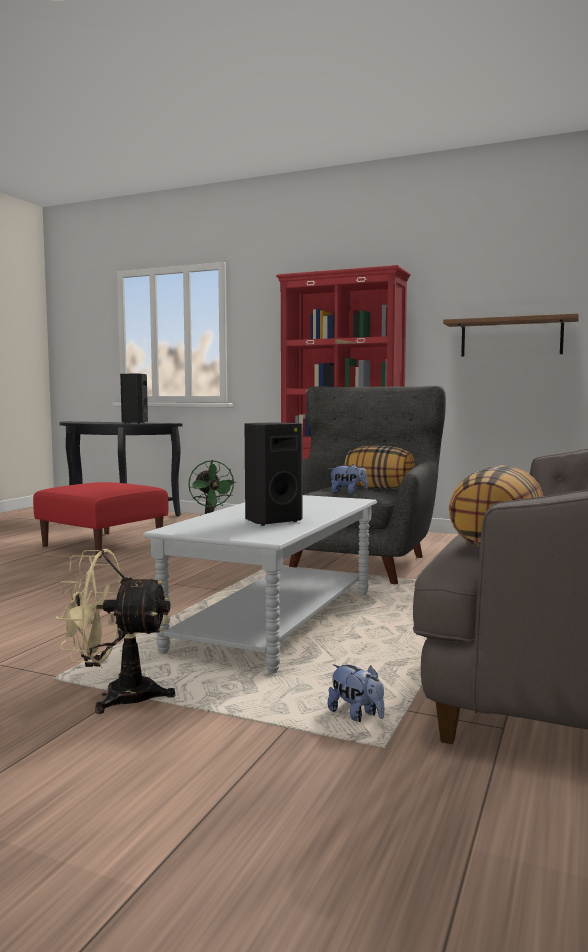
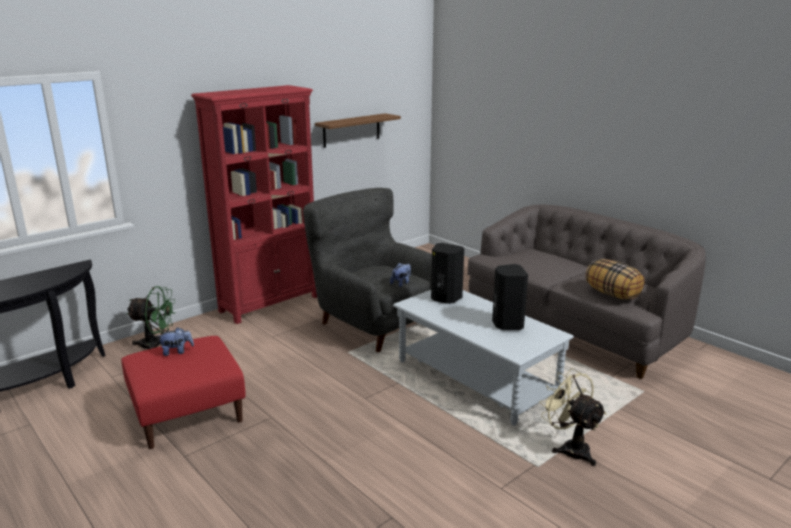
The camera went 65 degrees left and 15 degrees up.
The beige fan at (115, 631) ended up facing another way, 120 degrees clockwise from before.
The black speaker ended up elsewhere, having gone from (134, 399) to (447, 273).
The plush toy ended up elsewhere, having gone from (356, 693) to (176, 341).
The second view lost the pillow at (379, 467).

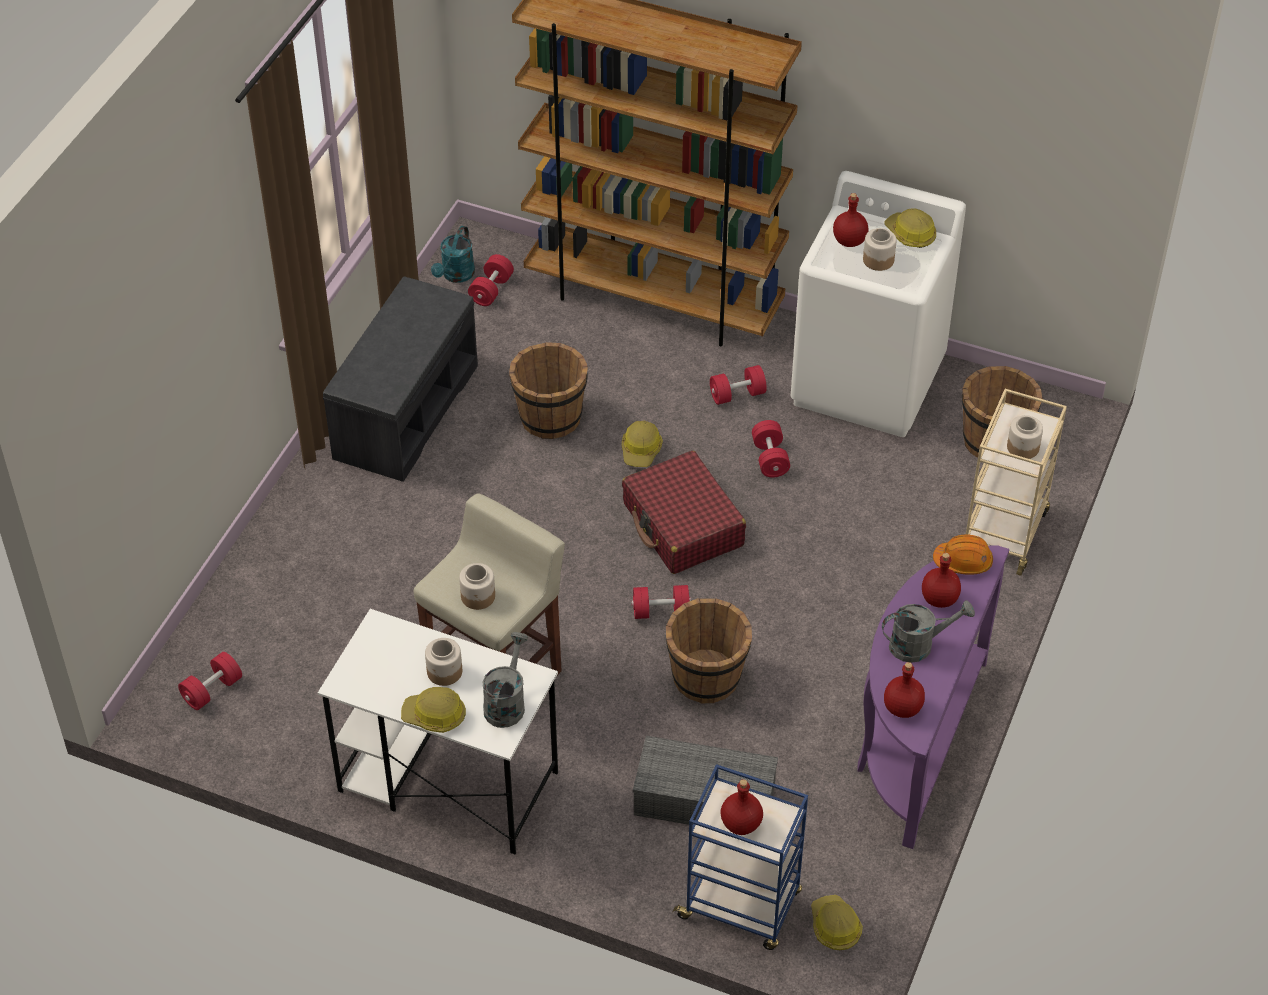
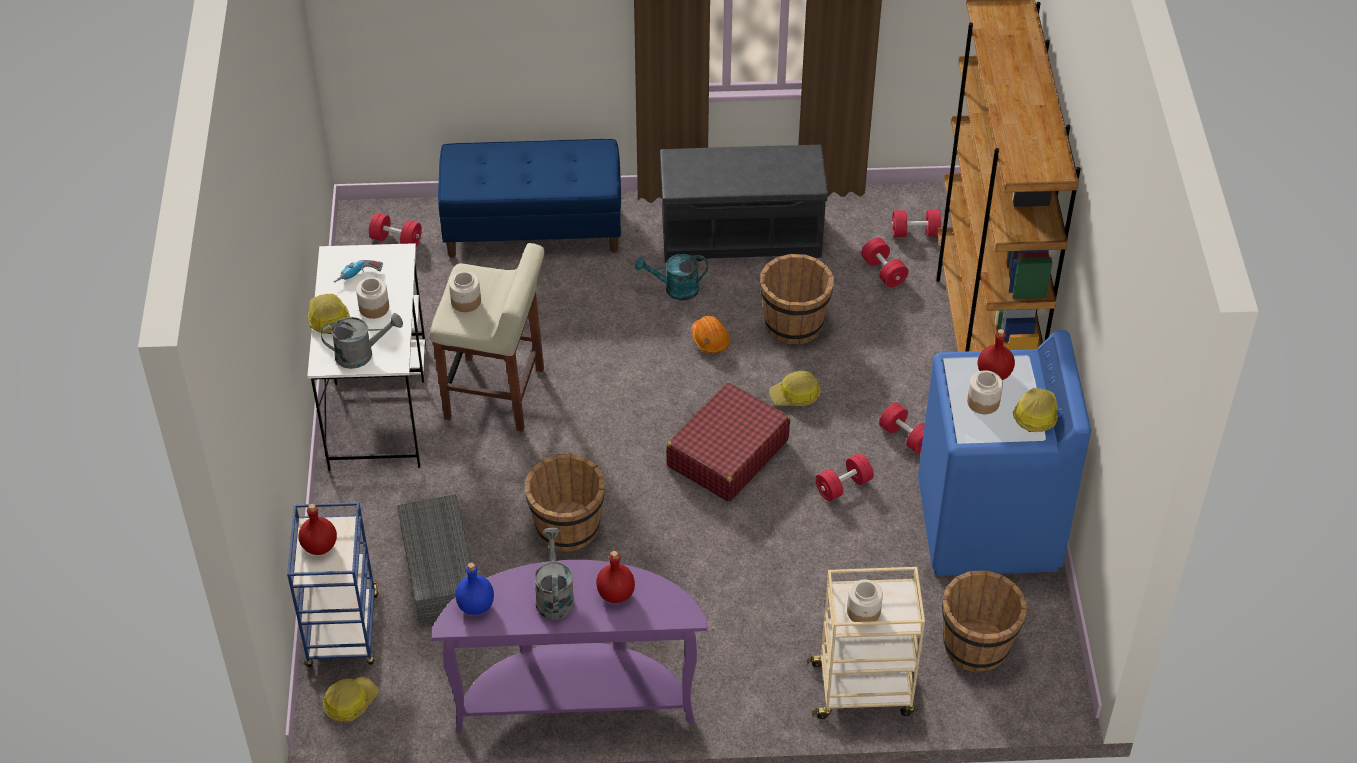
The camera went 65 degrees right and 0 degrees up.
The turquoise watering can ended up elsewhere, having gone from (453, 254) to (671, 277).
The red dumbbell ended up elsewhere, having gone from (661, 602) to (885, 263).
What was the white washing machine at (878, 304) turned into the blue washing machine at (1004, 453).
The grey watering can at (928, 631) ended up facing another way, 150 degrees counterclockwise from before.
What was the red bottle at (904, 690) turned into the blue bottle at (474, 588).
The orange hard hat ended up elsewhere, having gone from (963, 555) to (710, 335).
The second view gained the power drill at (358, 271).
The second view gained the blue bench at (529, 198).

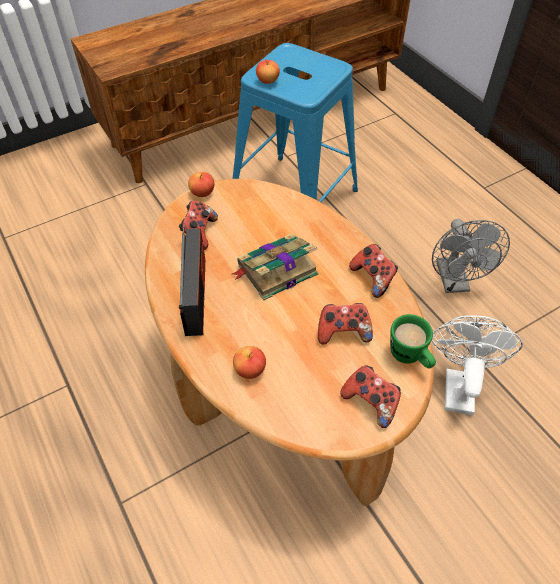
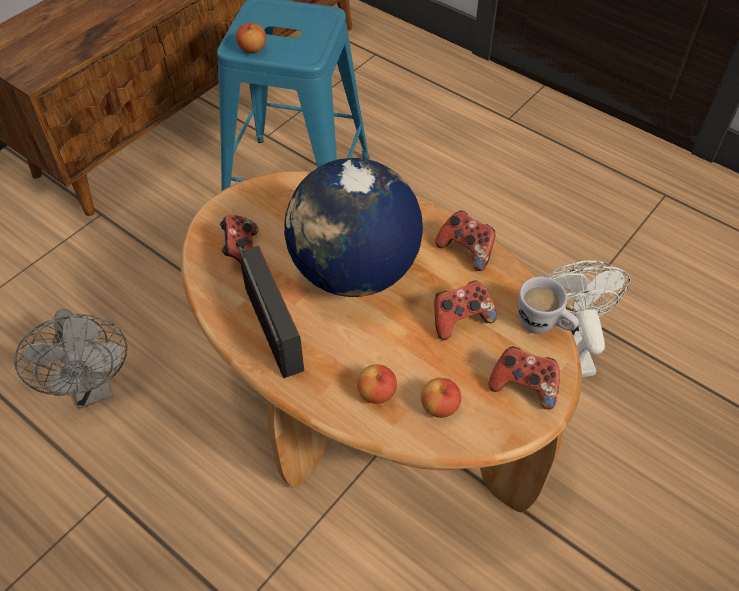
The camera went 20 degrees left and 0 degrees up.
The apple ended up elsewhere, having gone from (201, 184) to (441, 398).
Where the book stood at (275, 266), the globe came to stand at (353, 227).
What was the green mug at (413, 341) turned into the white mug at (548, 305).
The grey fan ended up elsewhere, having gone from (471, 256) to (70, 358).

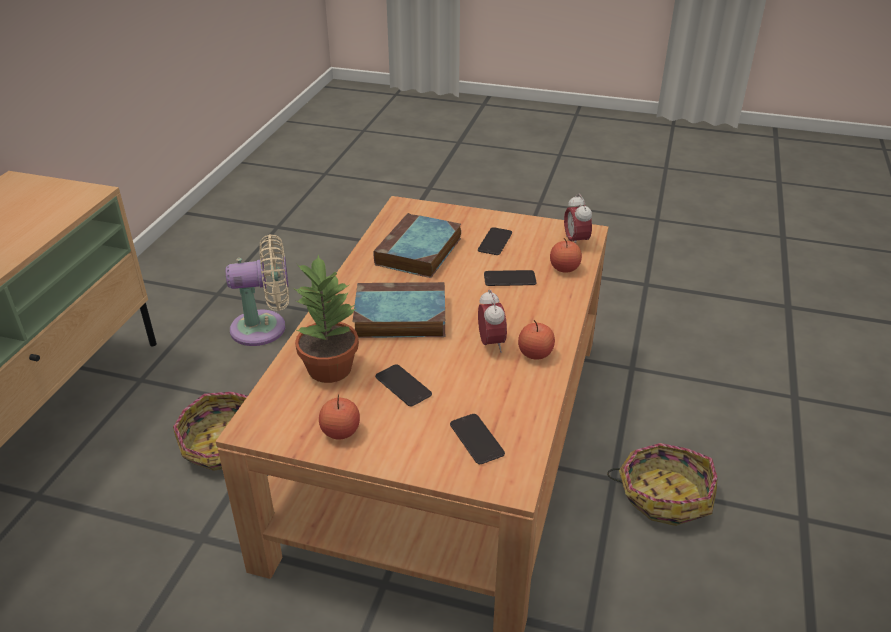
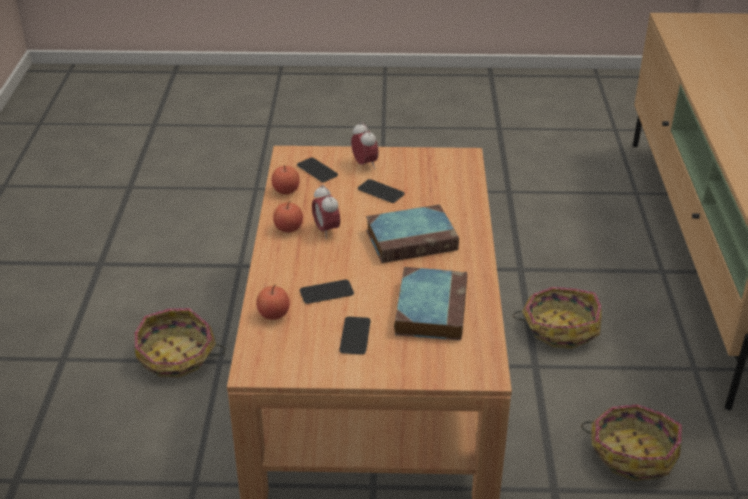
The camera went 165 degrees right and 0 degrees up.
Where the beige fan stood at (257, 290), the basket came to stand at (631, 442).
The second view lost the potted plant at (327, 319).
The apple ended up elsewhere, having gone from (339, 417) to (285, 179).
The alarm clock ended up elsewhere, having gone from (578, 219) to (365, 145).

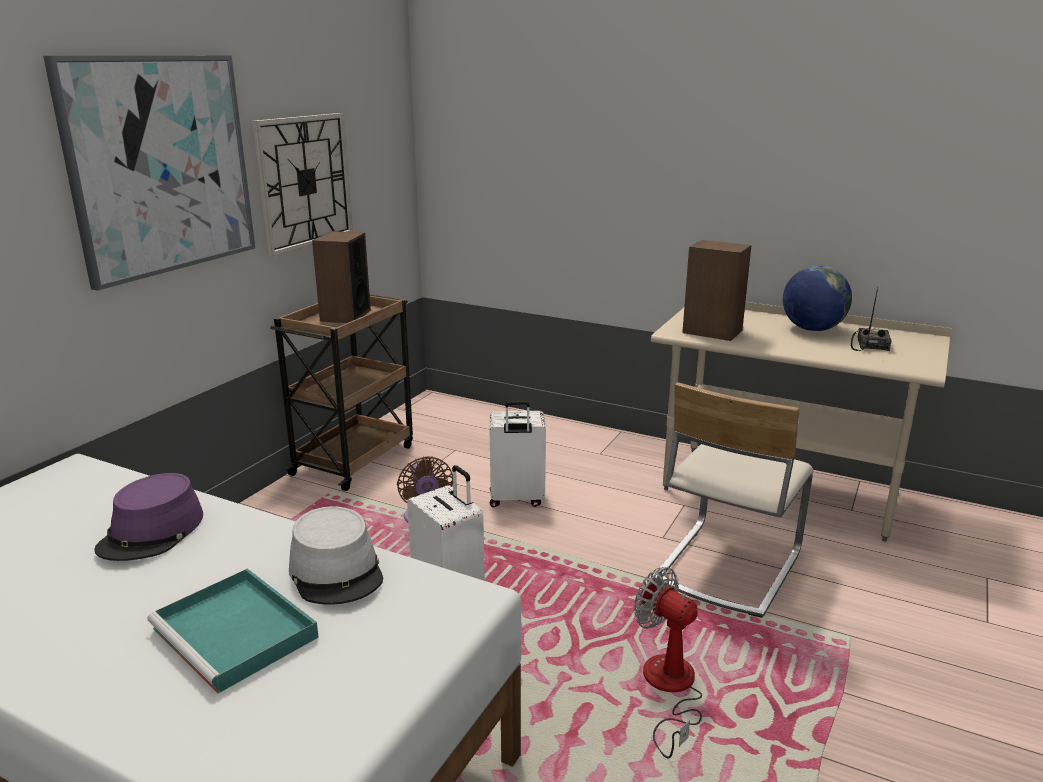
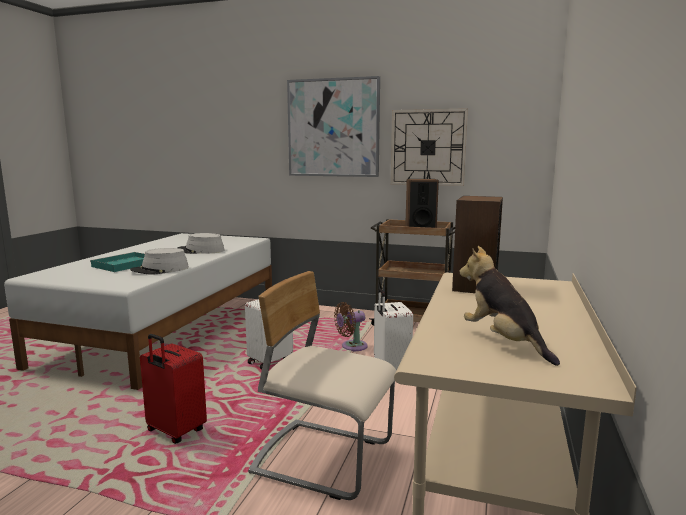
The camera went 80 degrees right and 10 degrees down.
What was the purple hat at (148, 517) turned into the grey hat at (201, 243).
Where the fan stood at (668, 663), the red suitcase came to stand at (173, 389).
The second view lost the globe at (817, 298).
Where the radio stood at (871, 319), the plush toy came to stand at (509, 306).

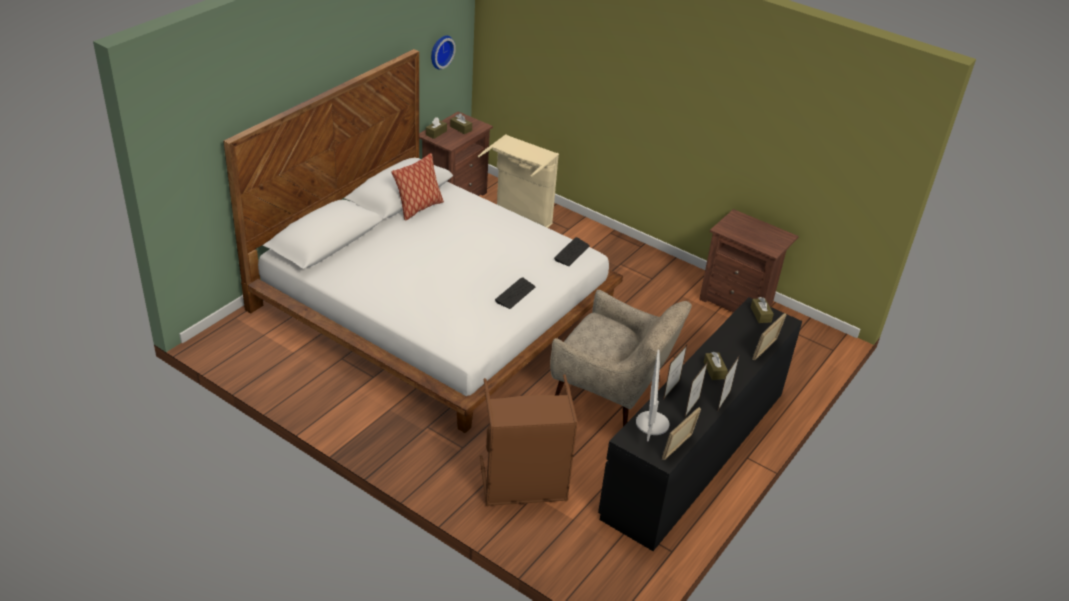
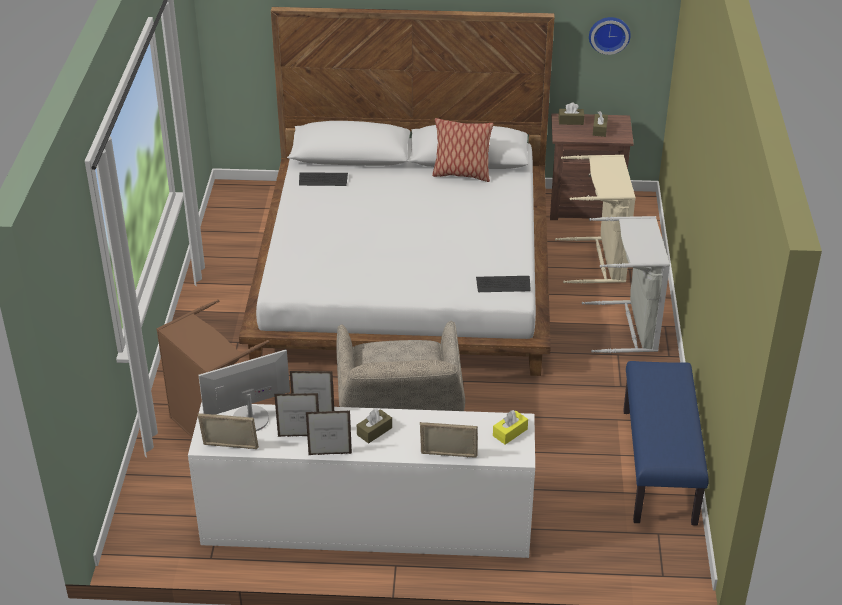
The camera went 60 degrees right and 0 degrees up.
The keyboard ended up elsewhere, having gone from (515, 293) to (323, 179).
What was the black dresser at (700, 424) turned into the white dresser at (361, 480).
Where the brown nightstand stood at (749, 261), the blue bench came to stand at (666, 443).
What was the brown tissue box at (762, 310) turned into the yellow tissue box at (510, 427).
The second view gained the grey laundry basket at (626, 284).

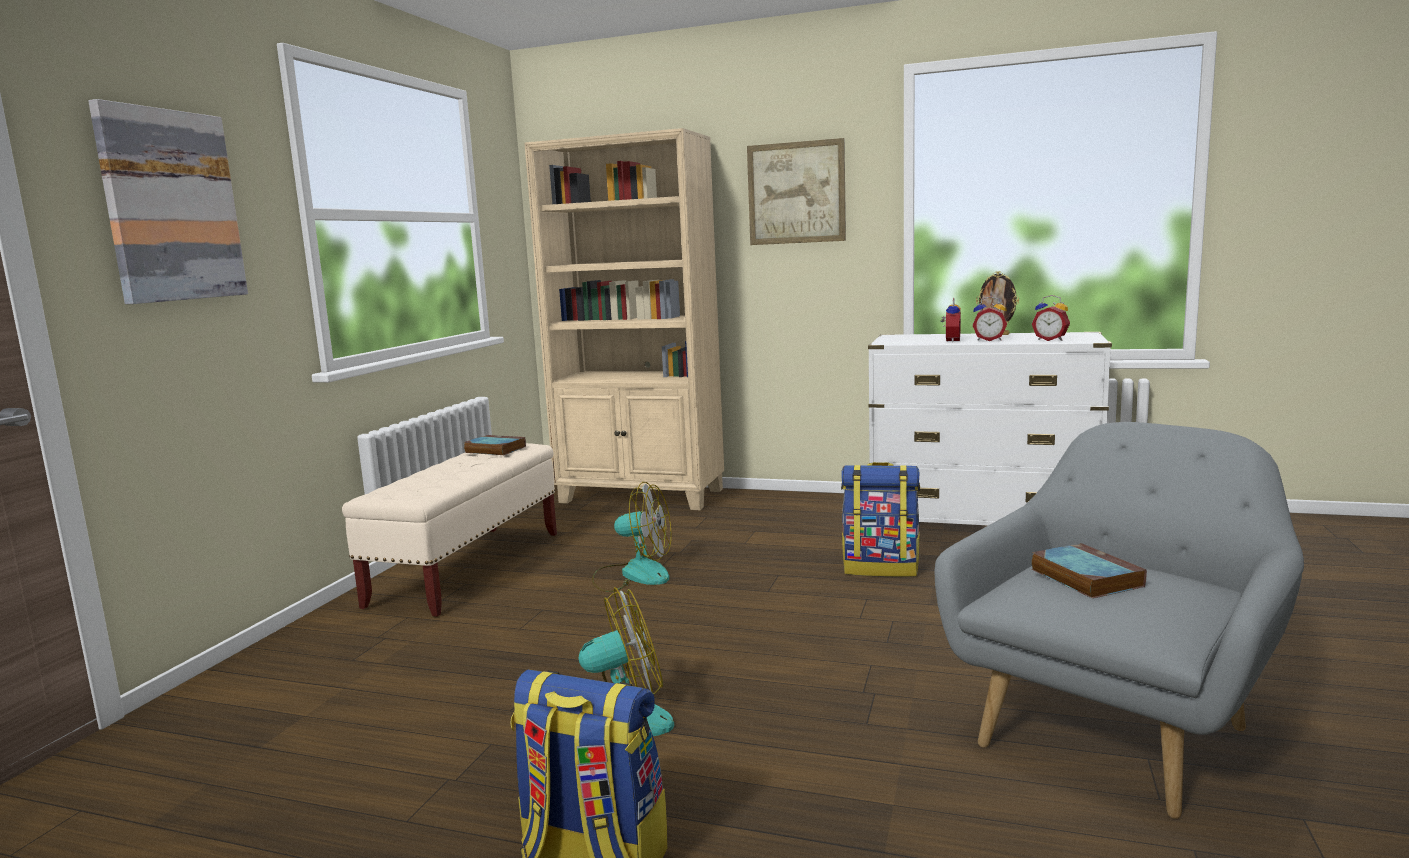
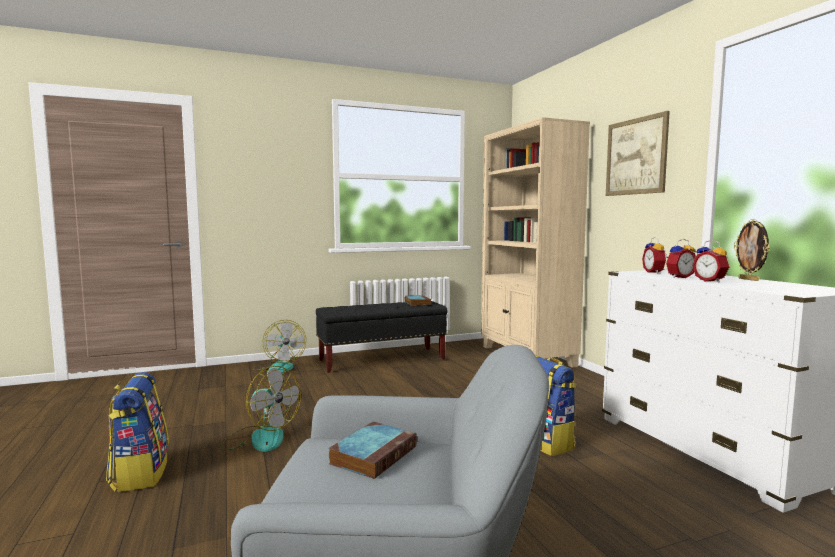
The camera went 50 degrees right and 5 degrees down.
The second view lost the picture at (168, 201).
What was the beige bench at (449, 530) turned into the black bench at (382, 337).
The fan ended up elsewhere, having gone from (632, 537) to (279, 346).
The alarm clock ended up elsewhere, having gone from (1051, 318) to (654, 255).

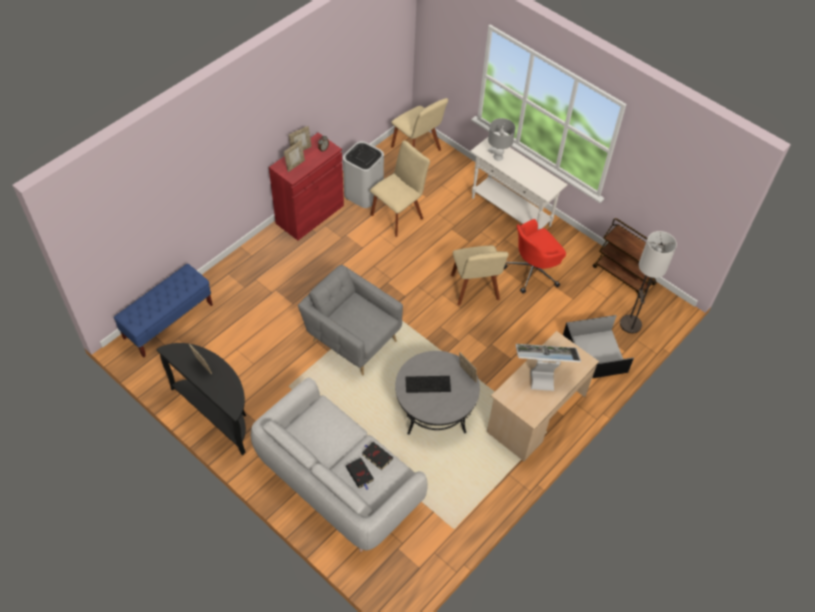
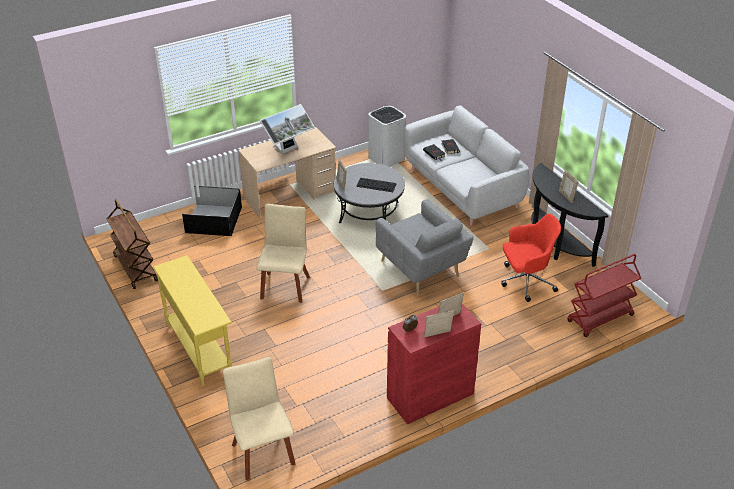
The camera went 160 degrees left and 15 degrees down.
Where the blue bench stood at (163, 310), the red cart came to stand at (604, 295).
The white trash can ended up elsewhere, having gone from (363, 174) to (387, 136).
The second view lost the beige chair at (400, 188).
What was the white console table at (519, 183) turned into the yellow console table at (192, 320).
The second view lost the grey table lamp at (501, 139).
The red office chair ended up elsewhere, having gone from (535, 256) to (531, 258).
The monitor at (548, 367) ended up facing another way, 60 degrees counterclockwise from before.
The second view lost the floor lamp at (648, 282).

